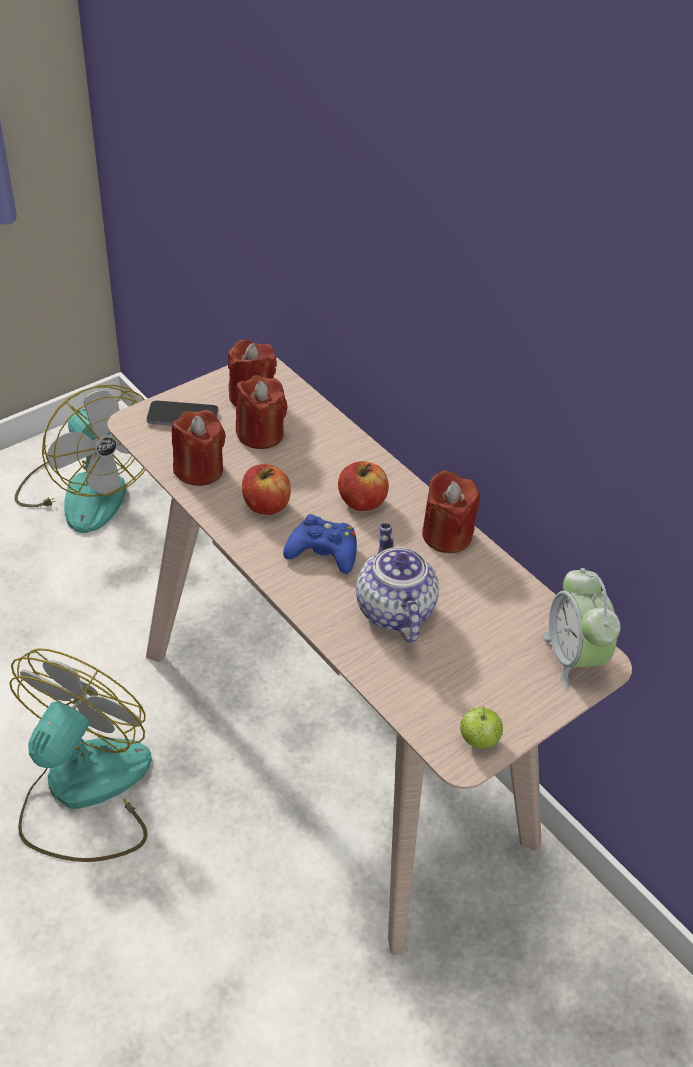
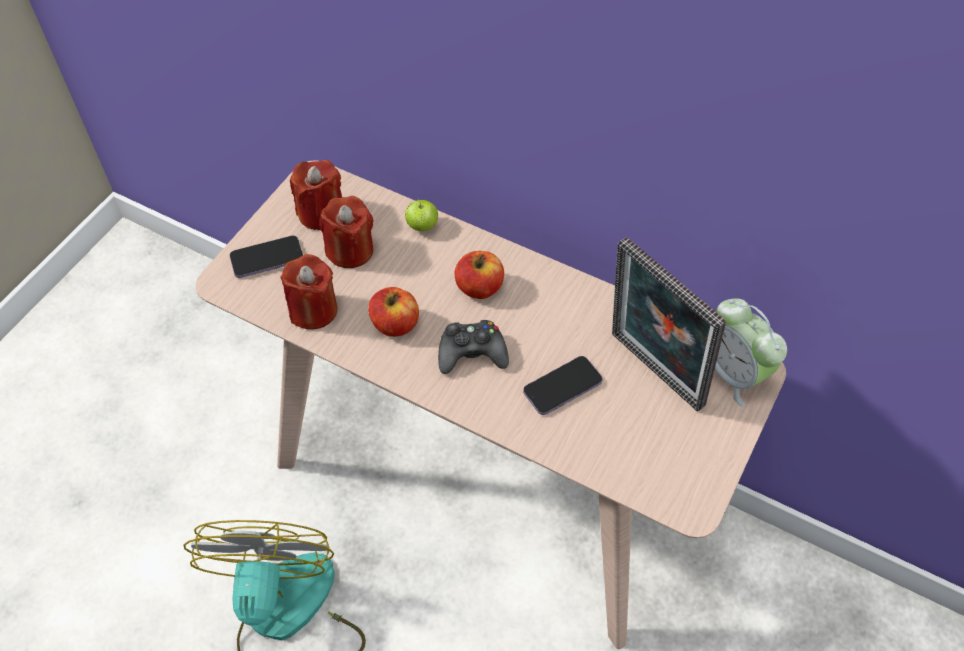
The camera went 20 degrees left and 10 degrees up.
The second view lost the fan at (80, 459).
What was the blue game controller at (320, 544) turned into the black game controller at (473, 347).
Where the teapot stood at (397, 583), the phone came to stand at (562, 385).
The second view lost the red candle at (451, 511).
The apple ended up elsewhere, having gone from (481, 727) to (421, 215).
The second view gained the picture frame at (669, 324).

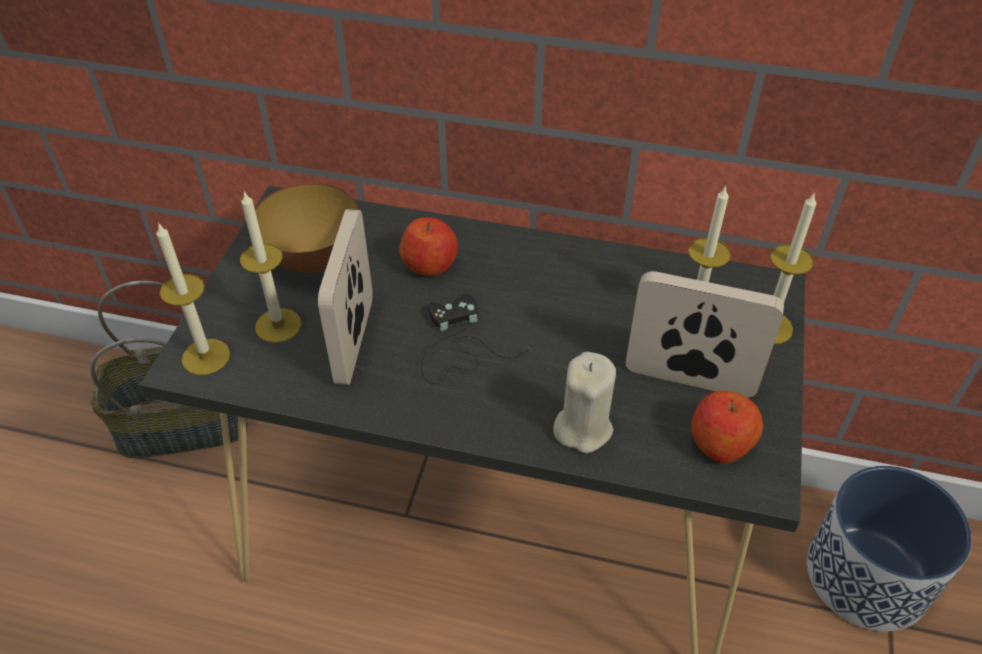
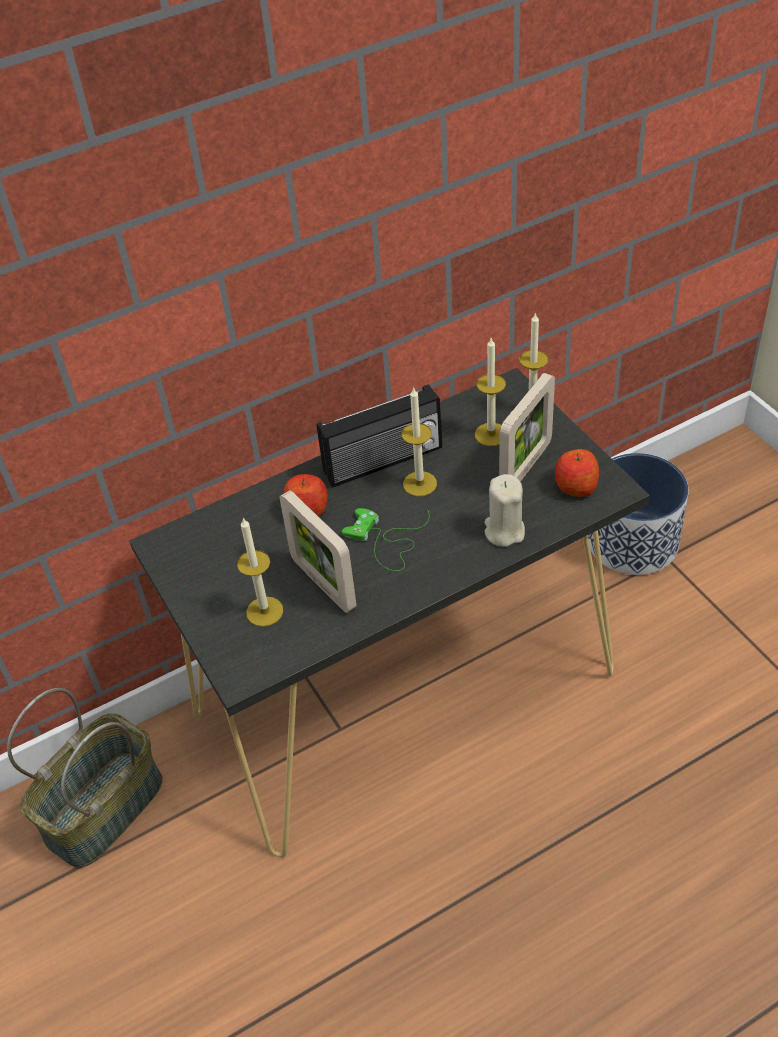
The camera went 40 degrees left and 0 degrees up.
The candle ended up elsewhere, having gone from (193, 298) to (419, 442).
The second view lost the bowl at (306, 228).
What was the black game controller at (476, 339) turned into the green game controller at (385, 539).
The picture frame at (705, 334) ended up facing another way, 150 degrees clockwise from before.
The second view gained the radio at (379, 436).

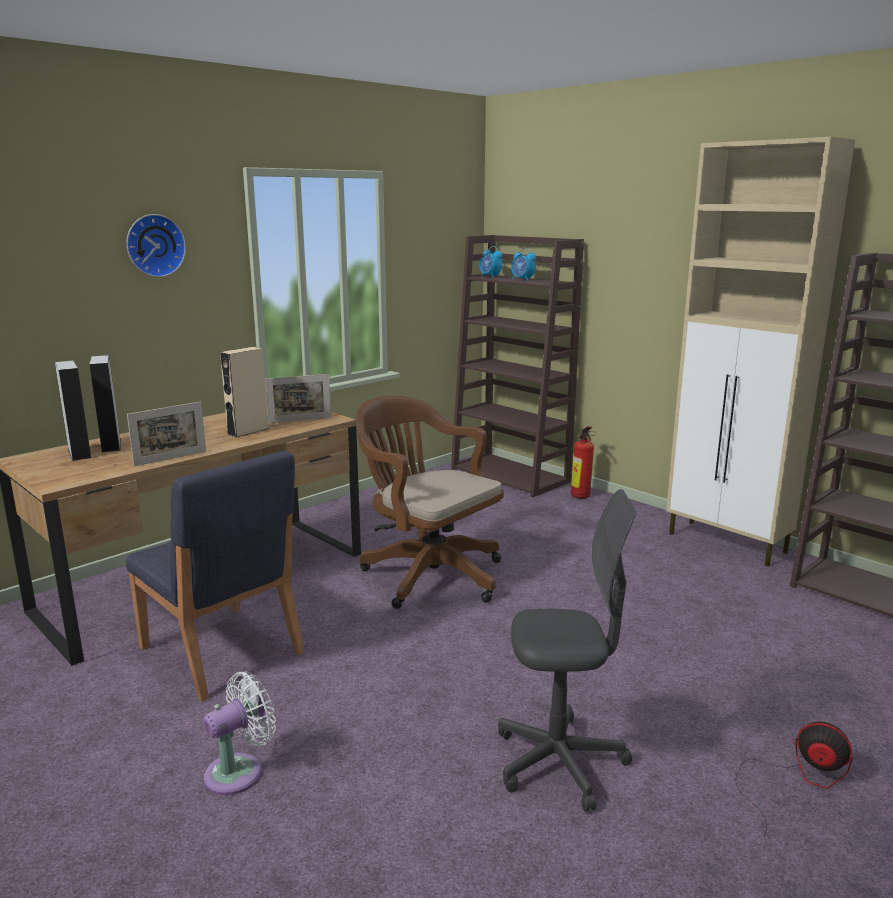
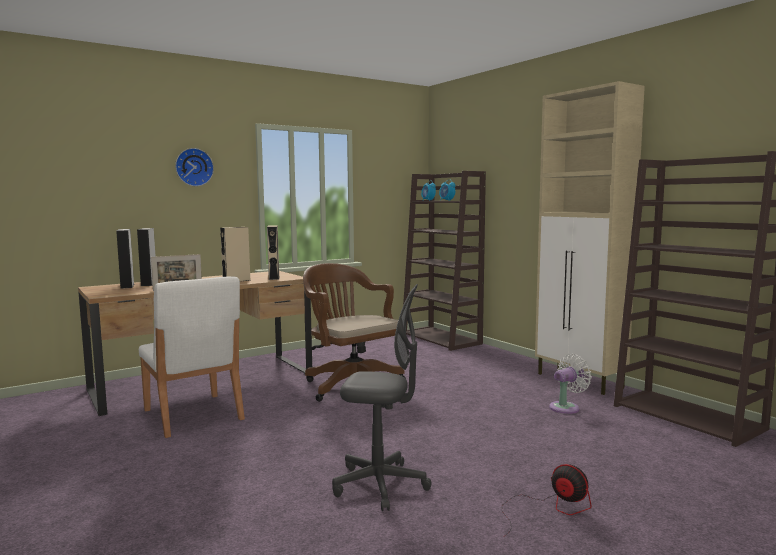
The camera went 10 degrees right and 10 degrees down.
What was the blue chair at (215, 576) turned into the white chair at (192, 357).
The white fan ended up elsewhere, having gone from (239, 733) to (570, 384).
Where the picture frame stood at (298, 398), the beige speaker came to stand at (273, 252).
The second view lost the fire extinguisher at (583, 462).

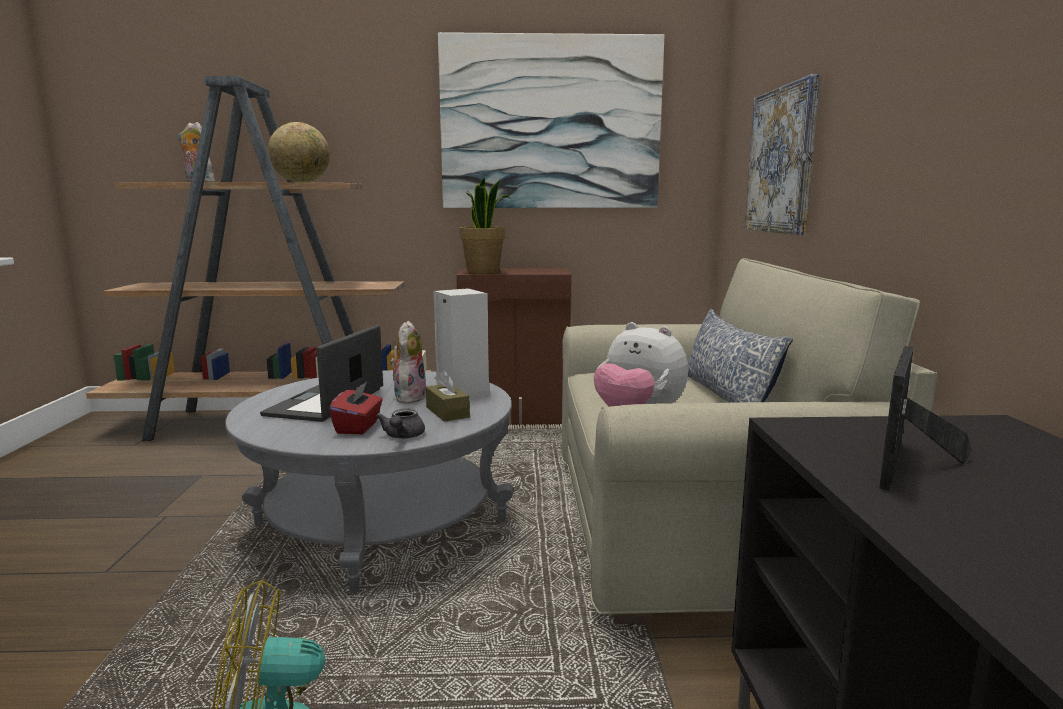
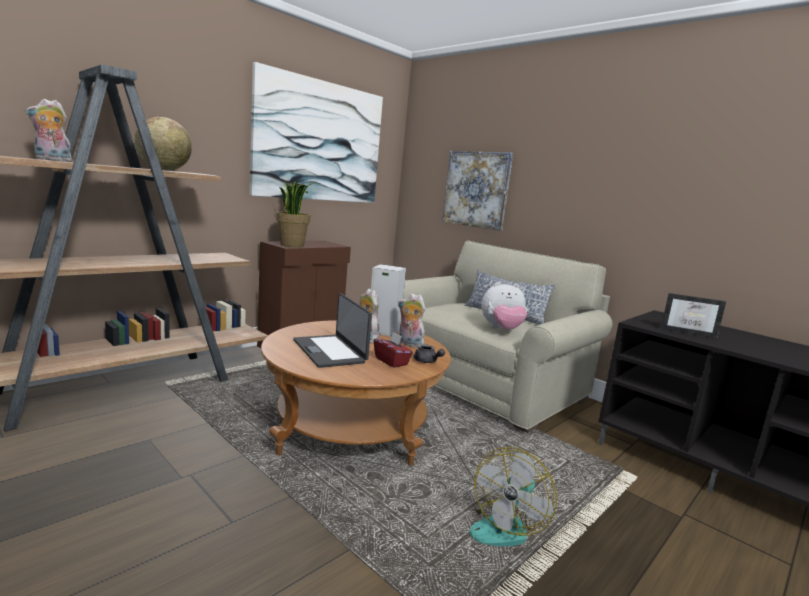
The camera went 45 degrees left and 0 degrees up.
What was the grey coffee table at (369, 482) turned into the brown coffee table at (356, 393).
Where the brown tissue box stood at (448, 396), the plush toy came to stand at (412, 320).
The picture frame at (925, 418) ended up facing another way, 60 degrees counterclockwise from before.

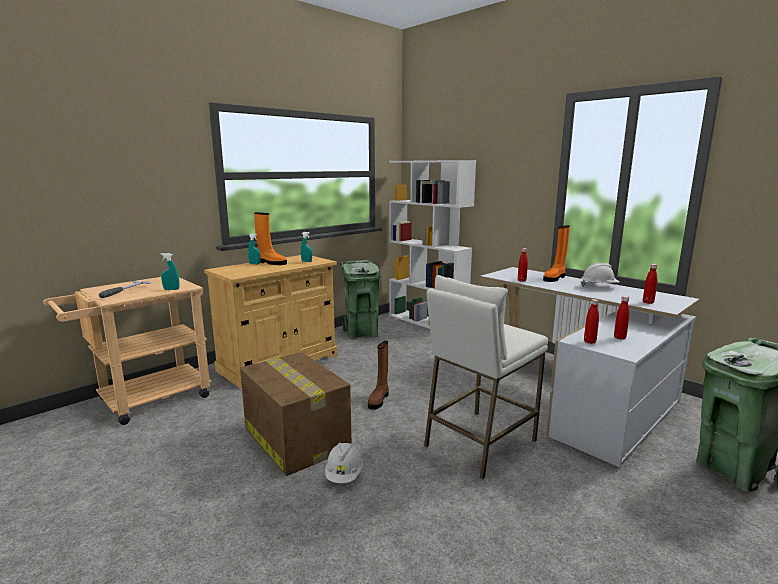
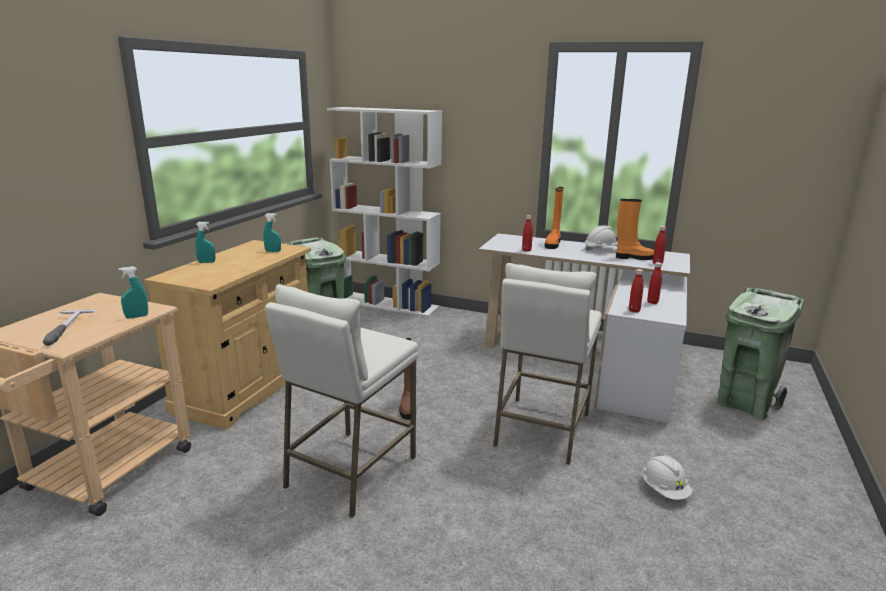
The camera went 25 degrees left and 5 degrees up.
Where the cardboard box stood at (296, 414), the white stool came to stand at (341, 401).
The orange boot ended up elsewhere, having gone from (270, 238) to (635, 229).
The white hard hat ended up elsewhere, having gone from (344, 463) to (667, 477).

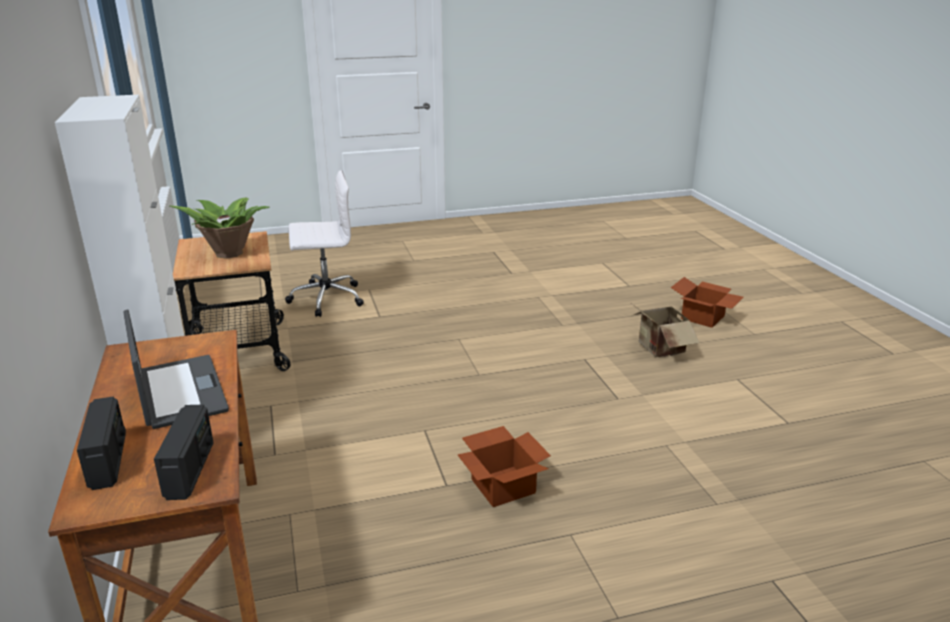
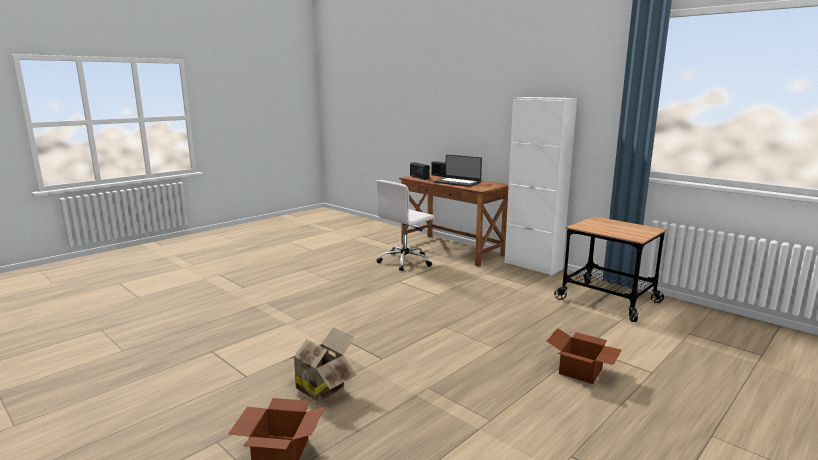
The camera went 150 degrees right and 10 degrees down.
The second view lost the potted plant at (220, 228).
The white office chair ended up elsewhere, having gone from (324, 243) to (405, 225).
The cardboard box ended up elsewhere, having gone from (504, 466) to (584, 356).

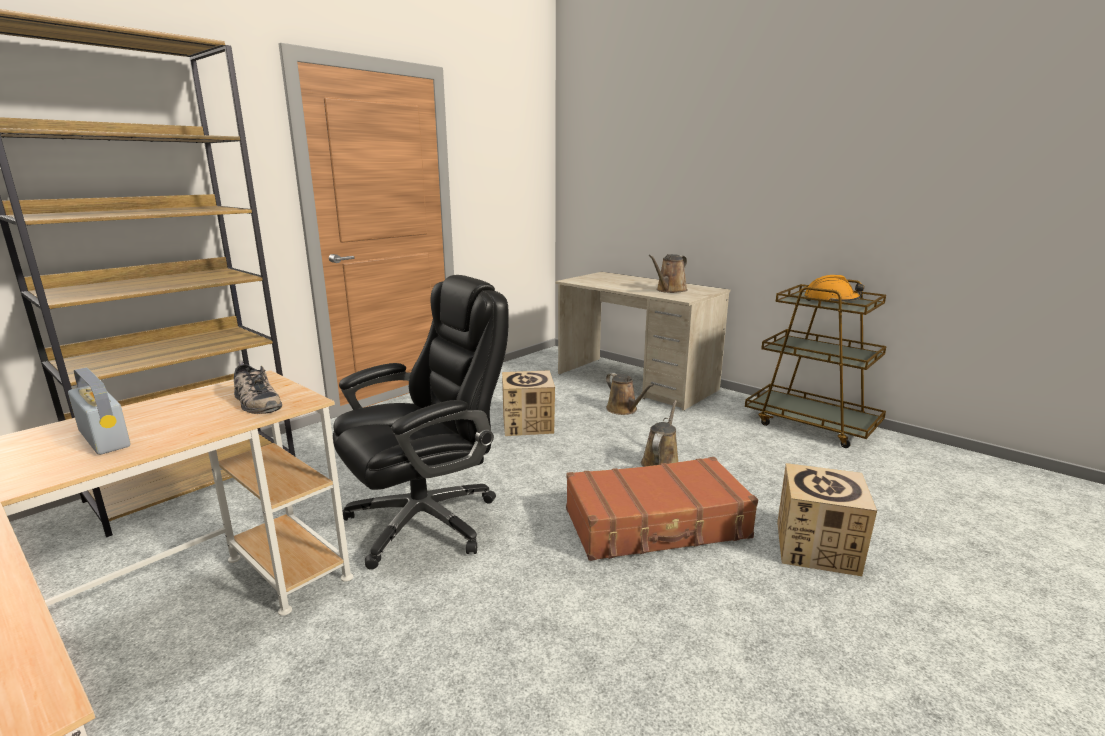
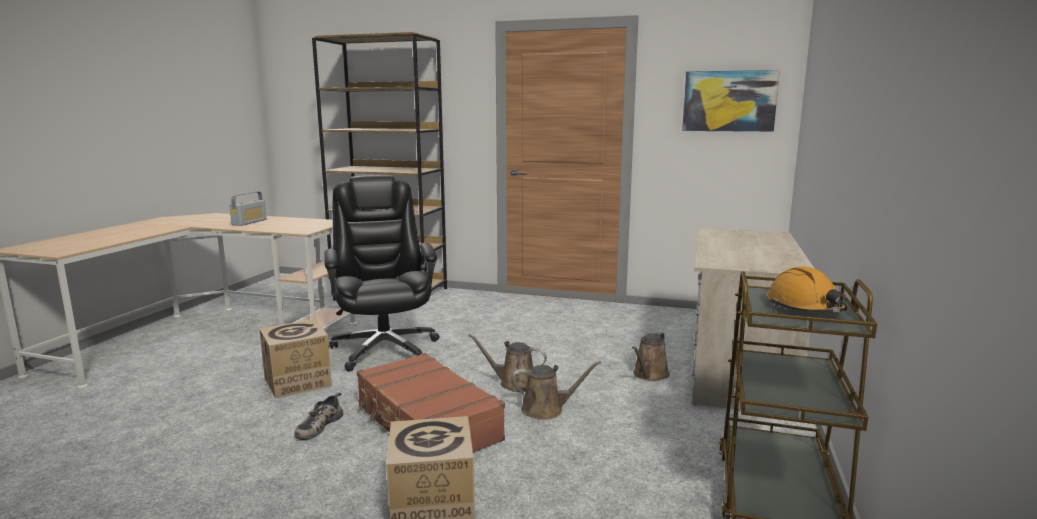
The camera went 65 degrees right and 5 degrees down.
The shoe ended up elsewhere, having gone from (258, 387) to (318, 416).
The black office chair at (421, 422) ended up facing another way, 135 degrees counterclockwise from before.
The cardboard box ended up elsewhere, having gone from (528, 403) to (295, 359).
The brown watering can ended up elsewhere, having gone from (668, 273) to (507, 363).
The second view gained the picture at (731, 101).

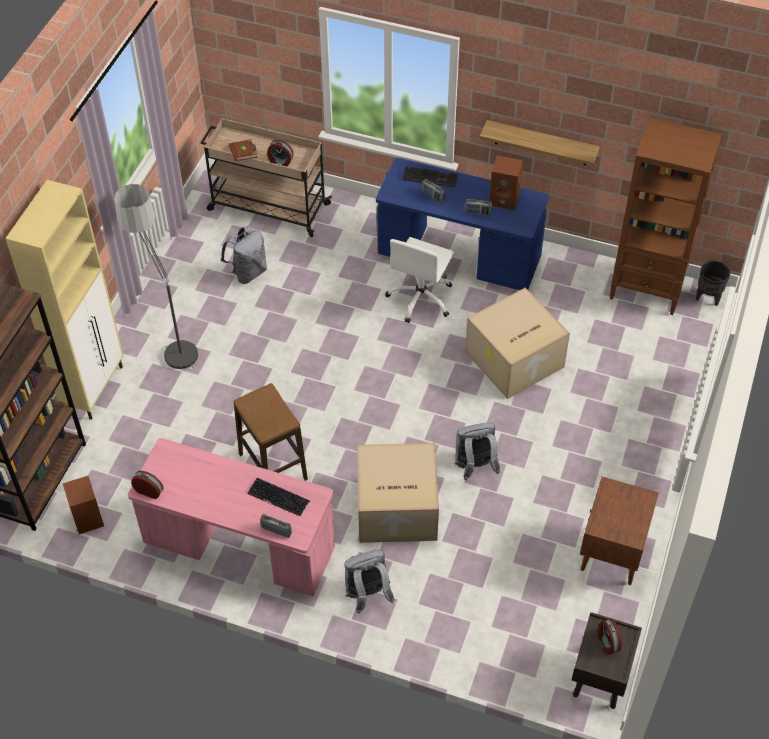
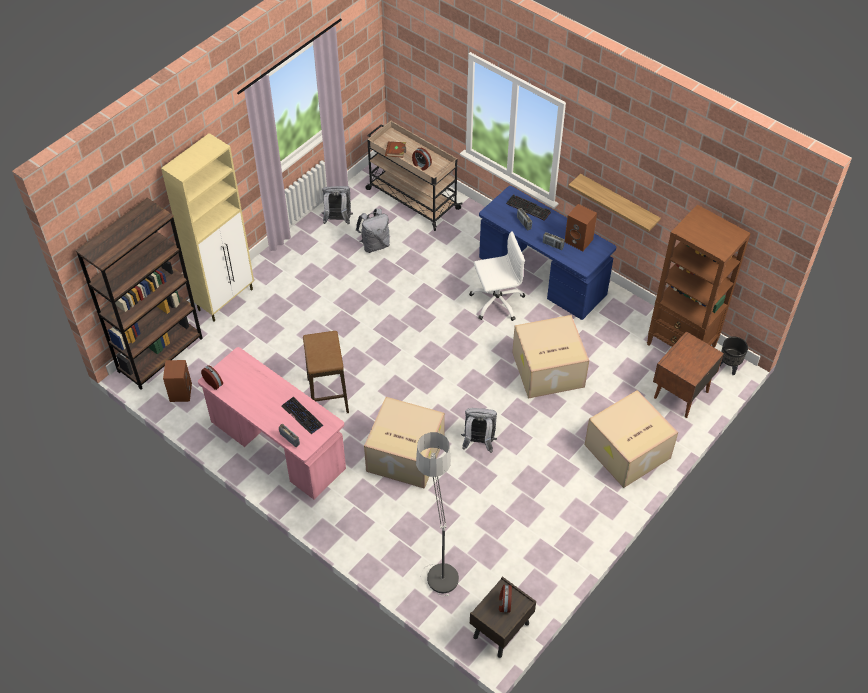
The camera went 20 degrees right and 0 degrees up.
The floor lamp ended up elsewhere, having gone from (156, 278) to (437, 514).
The grey backpack ended up elsewhere, having gone from (369, 582) to (337, 205).
The white office chair at (419, 280) ended up facing another way, 150 degrees counterclockwise from before.
The brown nightstand ended up elsewhere, having gone from (619, 531) to (688, 374).
The second view gained the cardboard box at (631, 439).

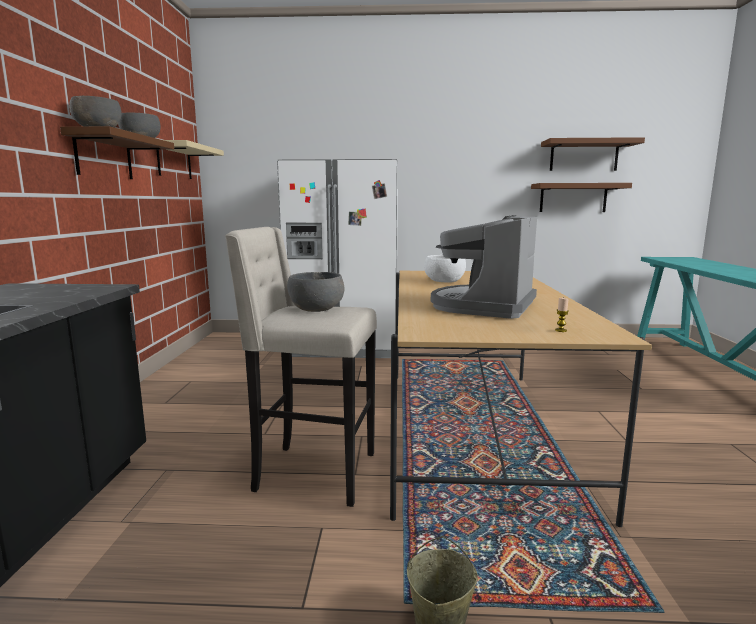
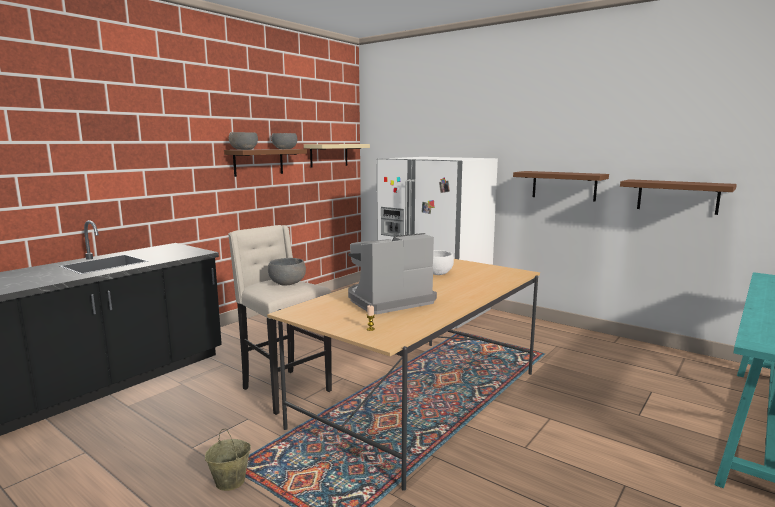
The camera went 35 degrees right and 0 degrees up.
The brown shelf ended up elsewhere, having gone from (593, 154) to (561, 186).

